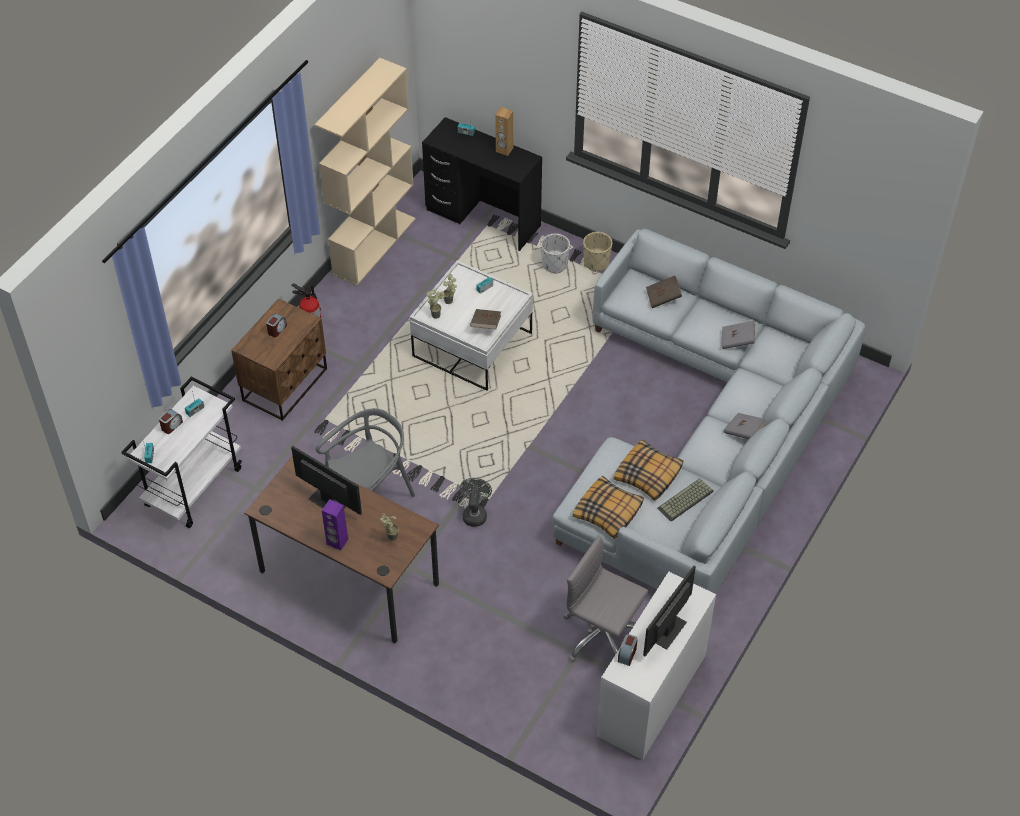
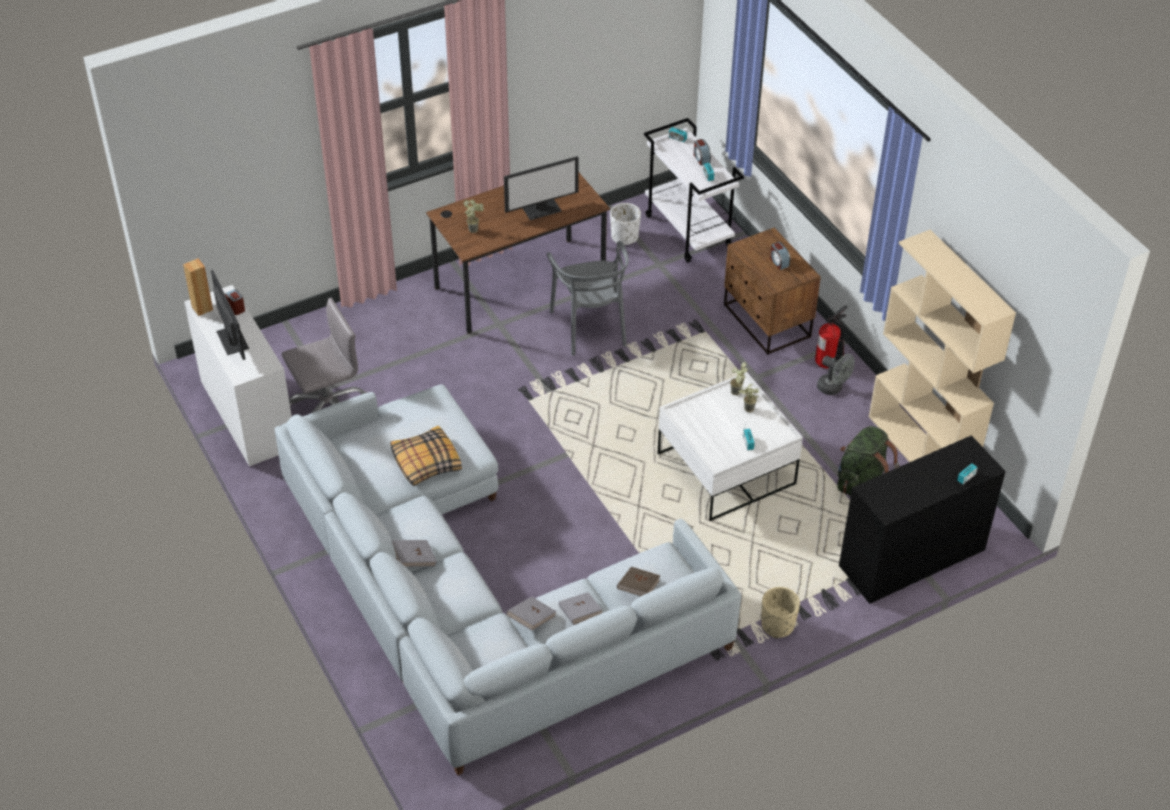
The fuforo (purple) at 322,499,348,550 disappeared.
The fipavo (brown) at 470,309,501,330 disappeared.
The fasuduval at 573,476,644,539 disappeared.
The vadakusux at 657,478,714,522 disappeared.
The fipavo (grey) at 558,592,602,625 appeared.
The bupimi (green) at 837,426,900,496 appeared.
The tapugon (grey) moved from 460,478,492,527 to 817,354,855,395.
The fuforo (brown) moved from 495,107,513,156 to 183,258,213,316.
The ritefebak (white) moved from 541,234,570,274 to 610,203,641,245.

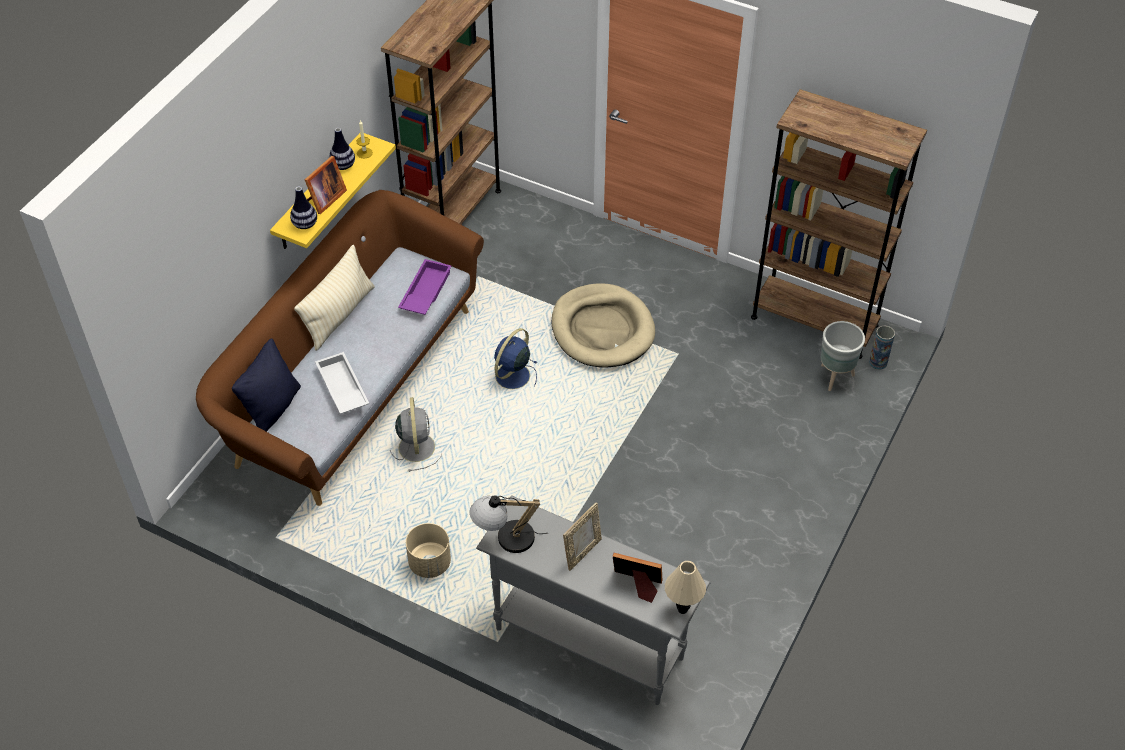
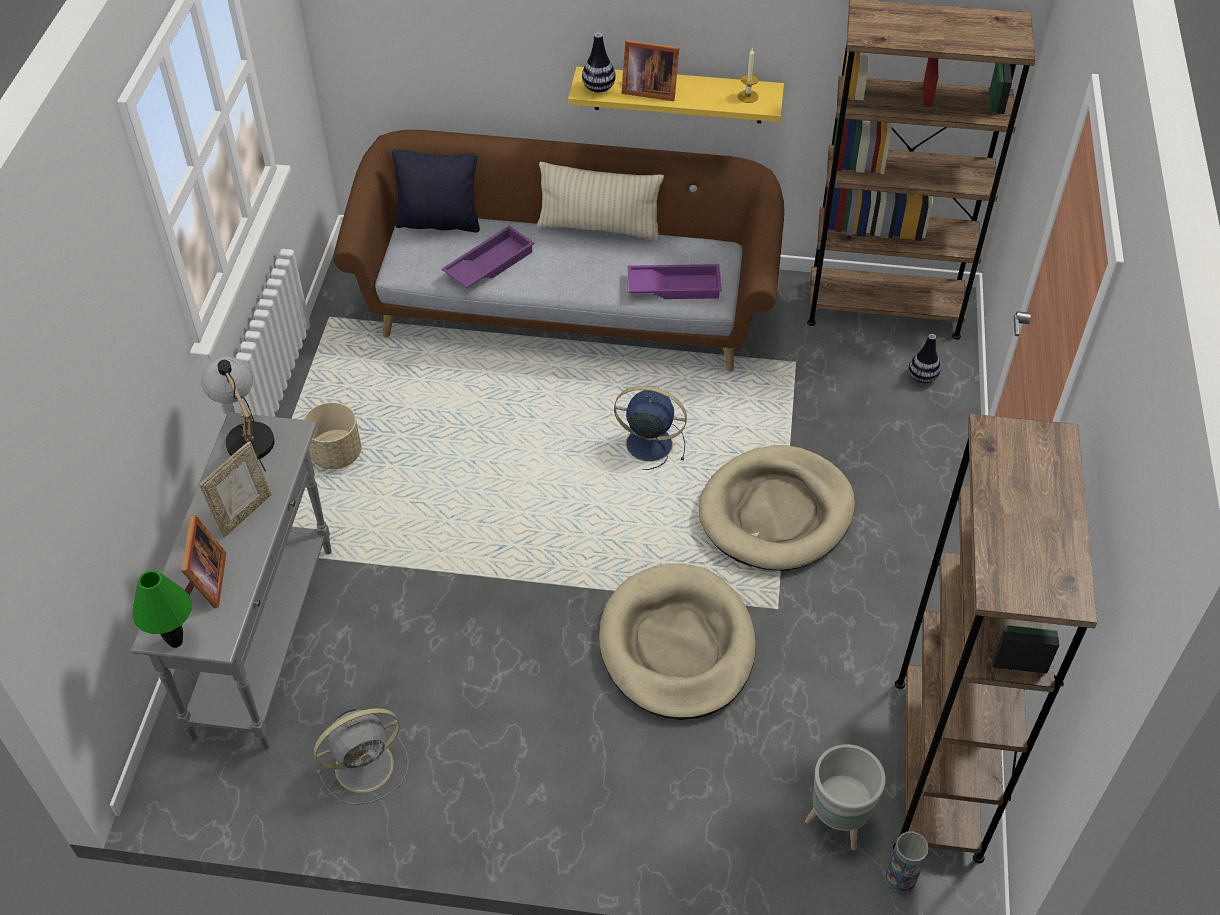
The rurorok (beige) at 599,564,756,720 appeared.
The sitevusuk moved from 329,128,355,170 to 909,334,941,383.
The tapugon (grey) moved from 390,397,442,472 to 314,708,409,805.
The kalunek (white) at 315,352,369,414 became the kalunek (purple) at 442,226,535,288.
The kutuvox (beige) at 665,561,706,614 became the kutuvox (green) at 132,570,192,648.
The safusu at 563,502,602,571 turned 75 degrees counterclockwise.

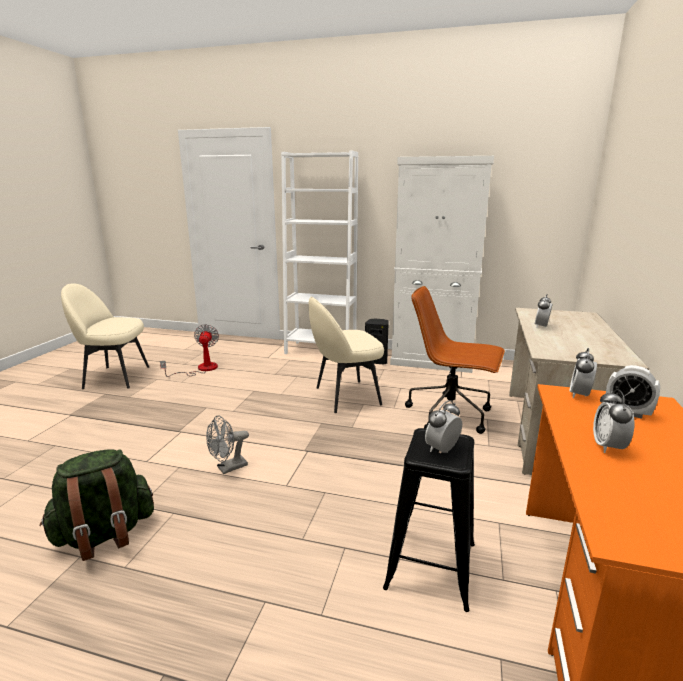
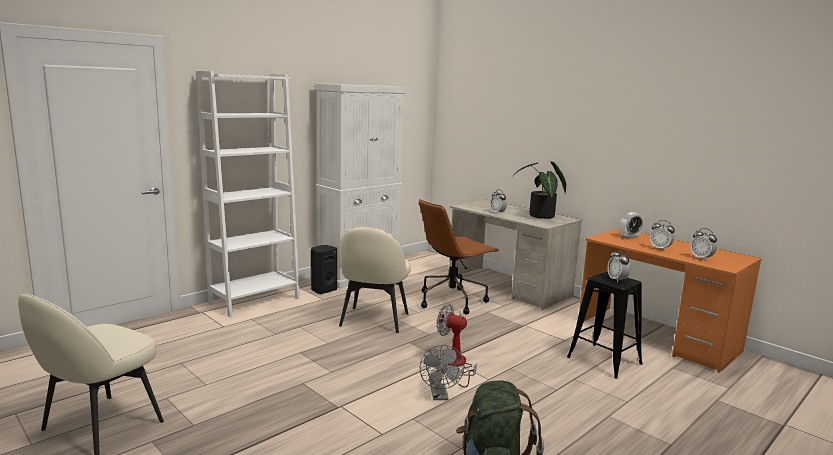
The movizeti at 512,161,566,219 appeared.
The tapugon moved from 160,324,219,377 to 437,304,477,387.
The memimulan moved from 570,348,597,398 to 690,228,717,261.

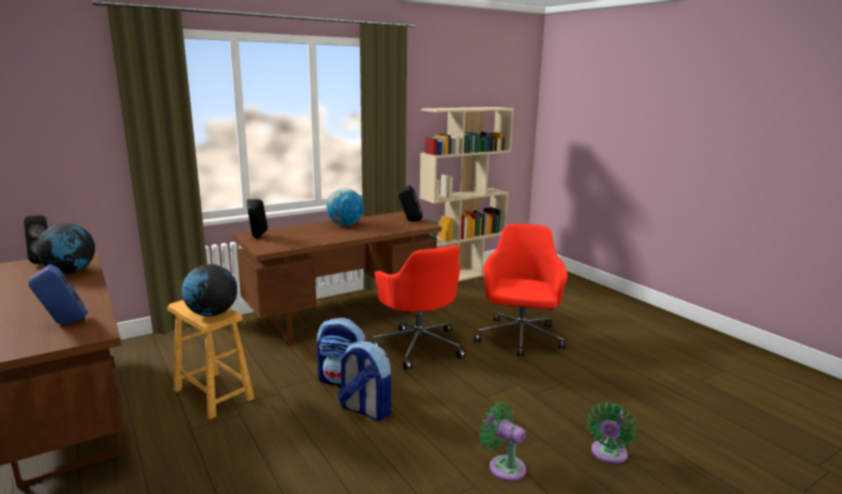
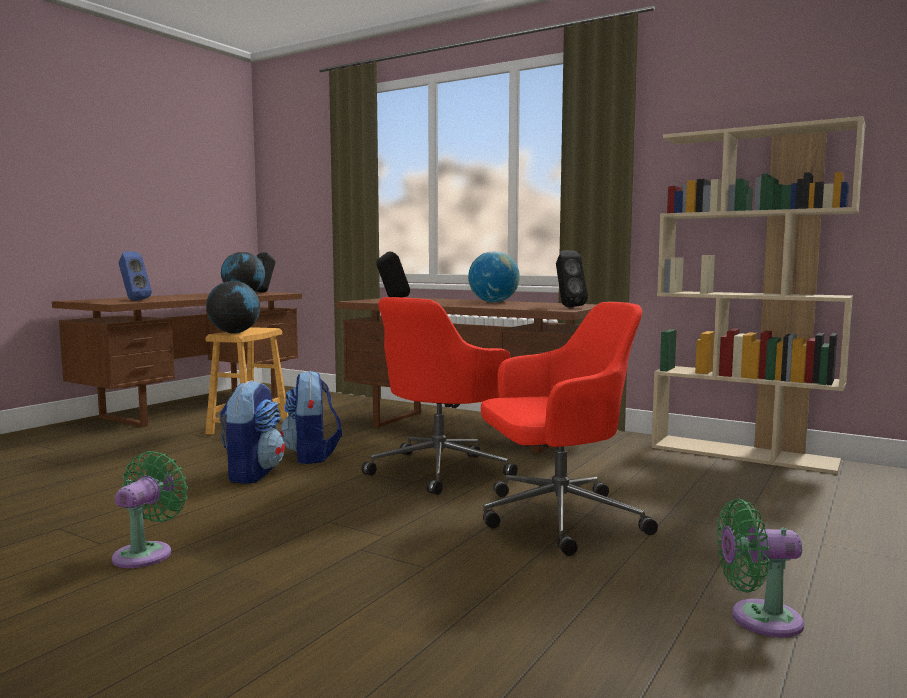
The tapugon (green) moved from 586,402,637,464 to 717,499,804,637.

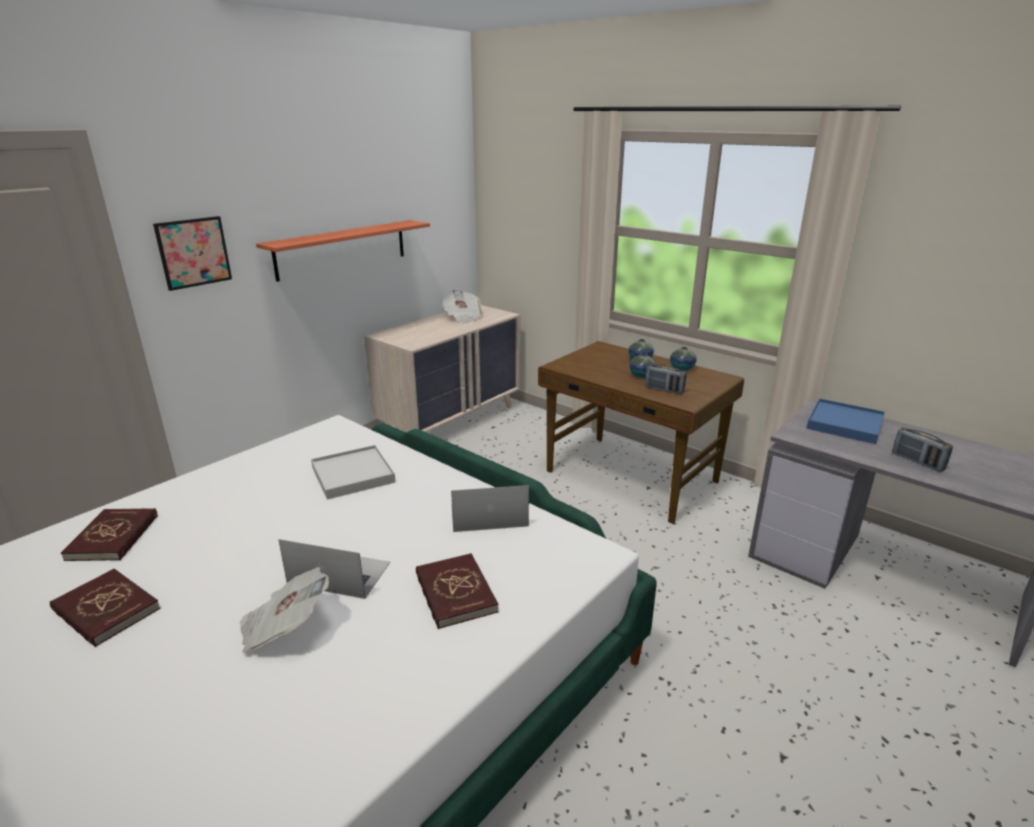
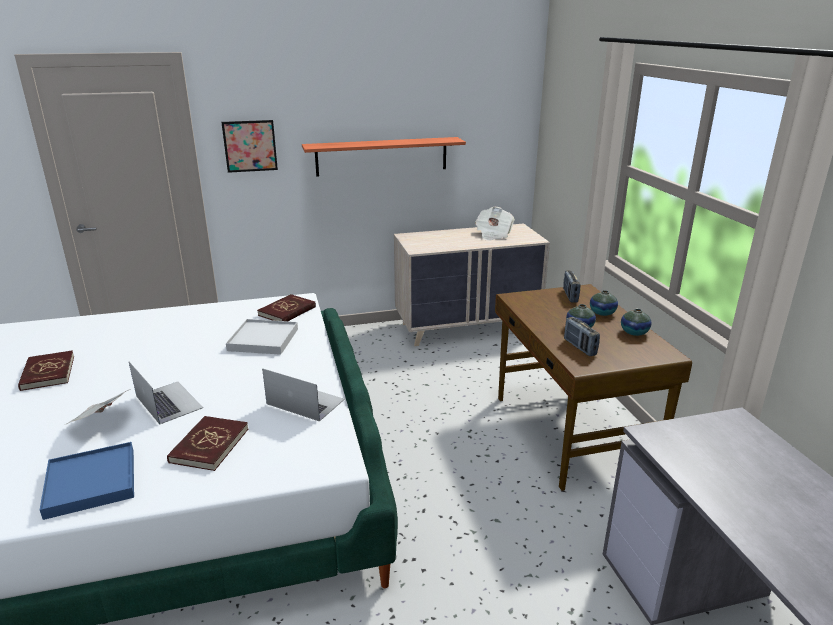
The fipavo (red) moved from 61,508,158,561 to 257,294,316,321.
The kalunek (blue) moved from 806,398,885,444 to 40,442,134,520.
The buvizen moved from 892,427,953,472 to 563,270,581,303.

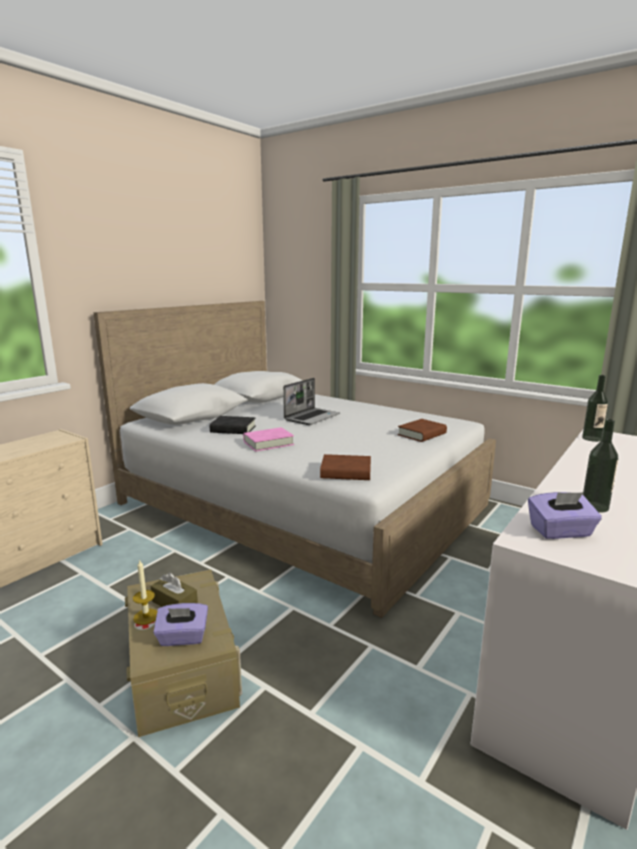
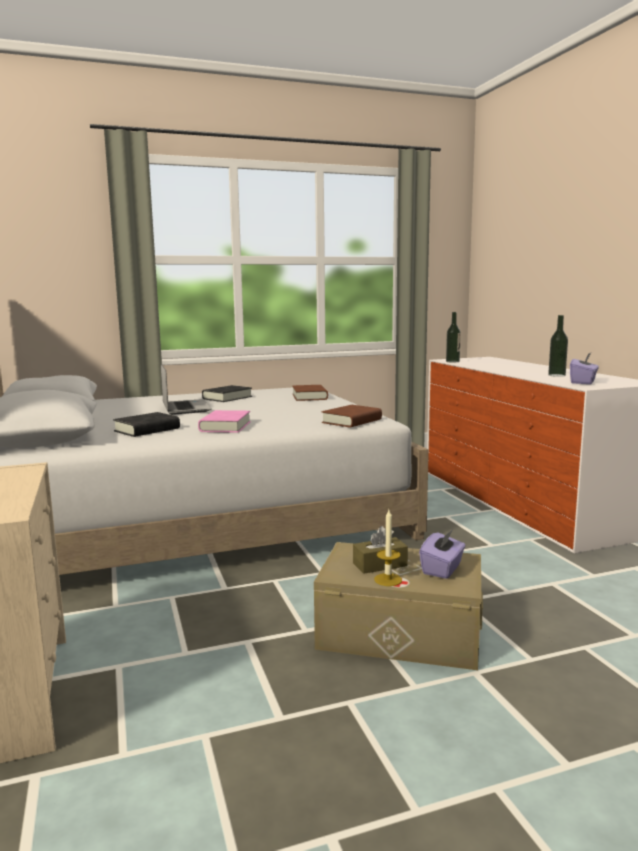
The fipavo (black) at 202,385,252,402 appeared.

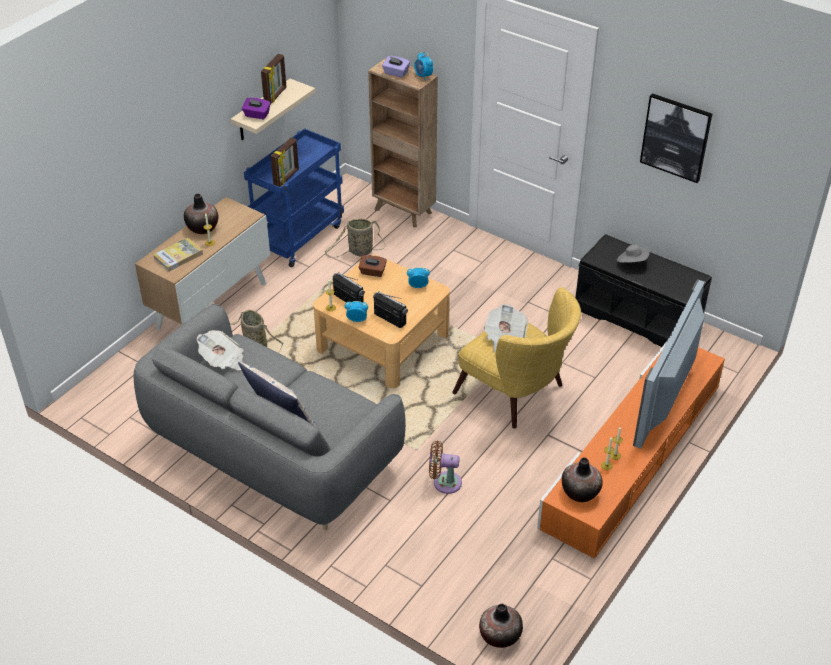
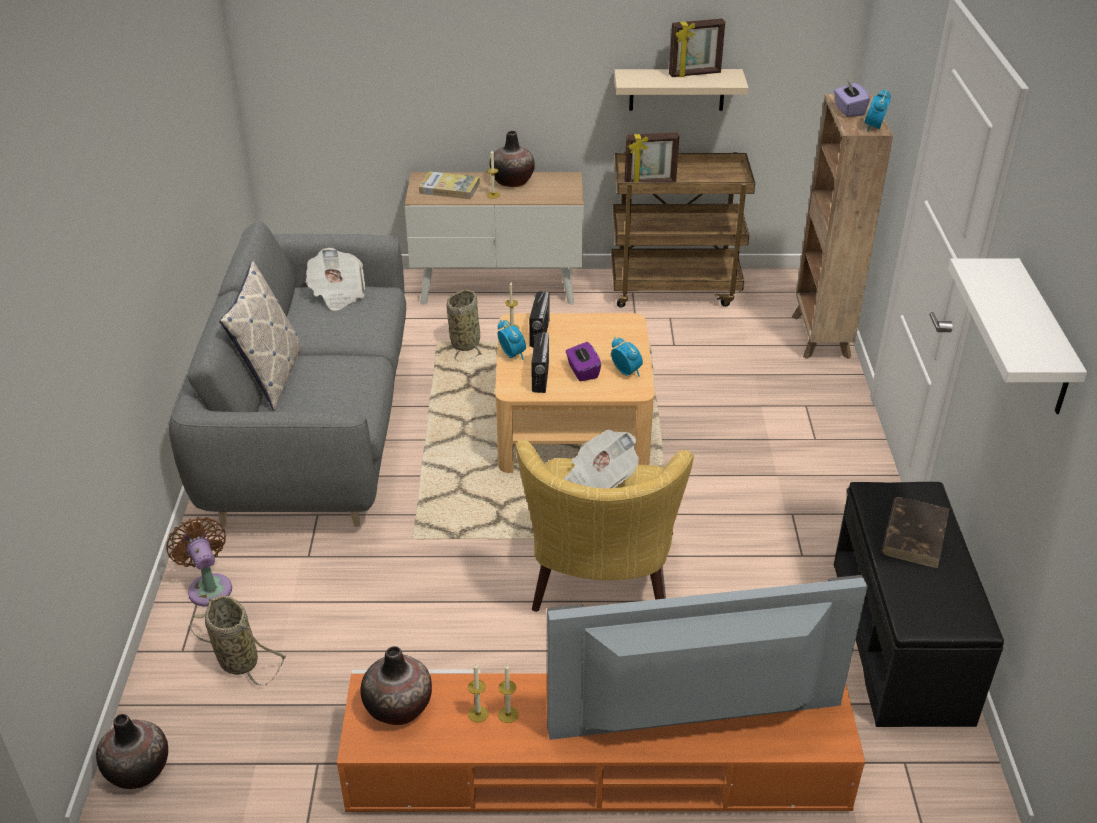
The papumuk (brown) at 358,255,387,277 disappeared.
The papumuk (purple) moved from 242,98,270,119 to 566,342,601,381.
The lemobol moved from 325,218,385,258 to 190,595,286,686.
The tapugon (brown) moved from 429,441,462,494 to 166,517,232,606.
The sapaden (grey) at 617,245,650,263 was replaced by the fipavo (brown) at 882,497,949,569.
The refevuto at 640,93,712,183 was replaced by the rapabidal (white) at 948,258,1087,414.
The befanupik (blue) at 244,128,344,267 became the befanupik (brown) at 611,152,755,308.

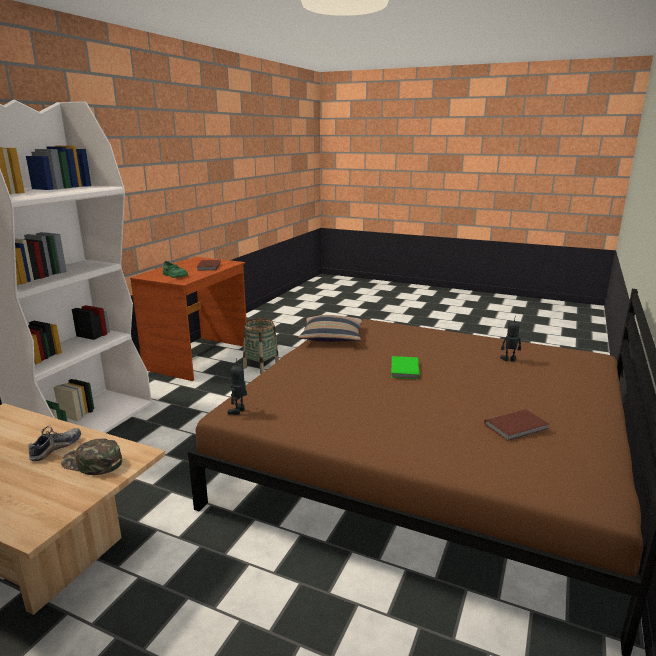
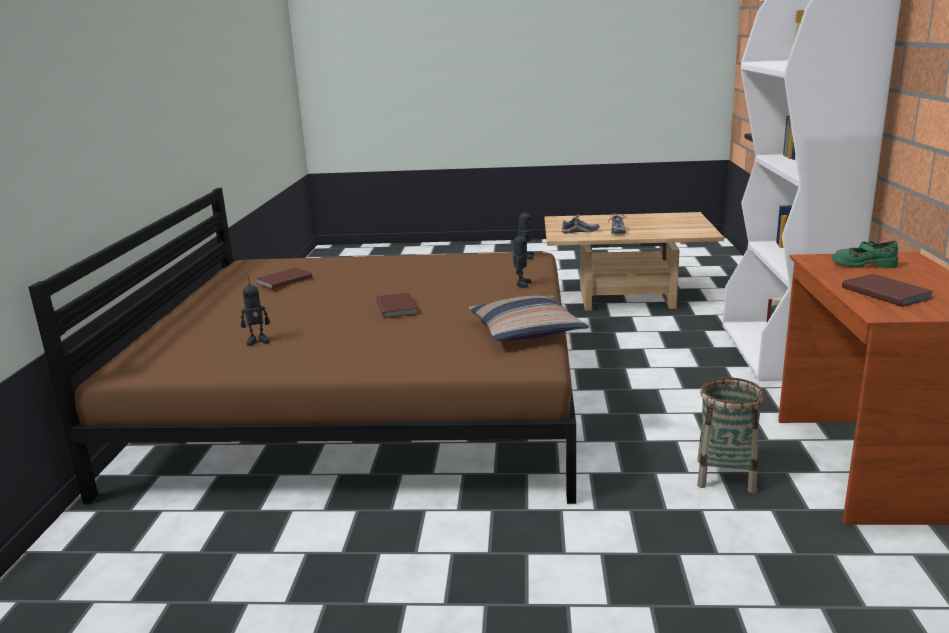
The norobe at 513,228,532,288 appeared.
The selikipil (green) at 61,438,122,475 was replaced by the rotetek at 561,213,599,233.
The fipavo (green) at 391,356,420,379 became the fipavo (brown) at 377,292,418,318.

